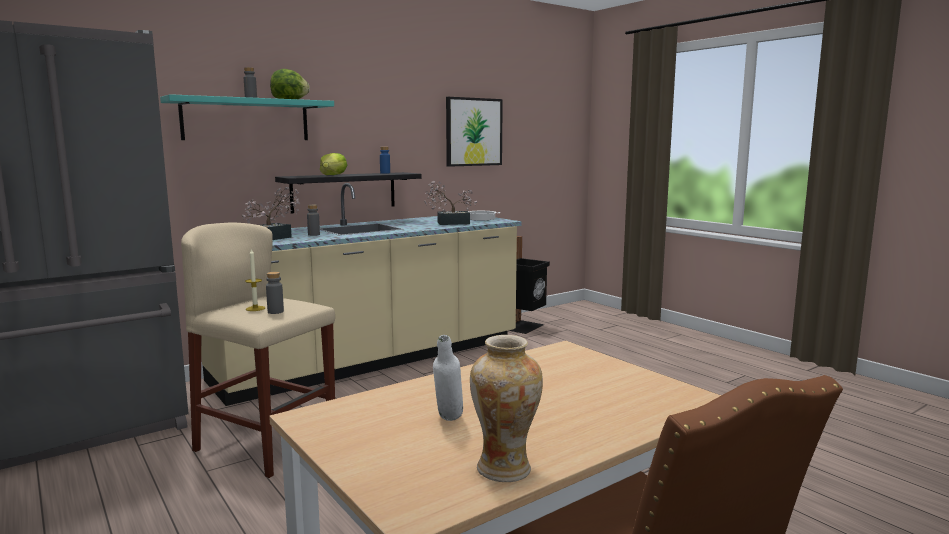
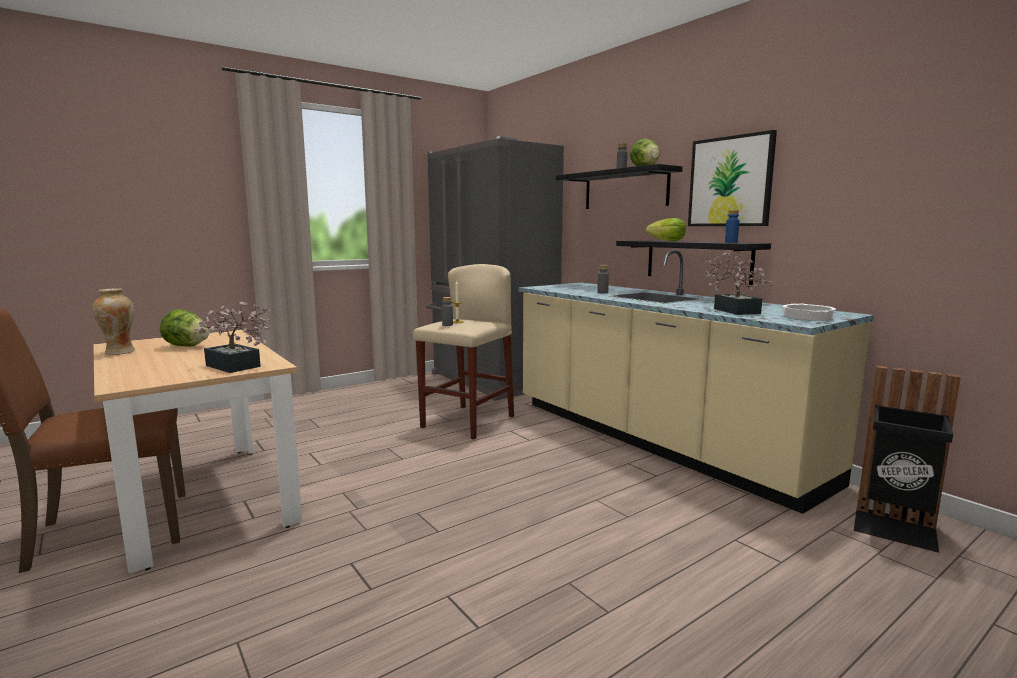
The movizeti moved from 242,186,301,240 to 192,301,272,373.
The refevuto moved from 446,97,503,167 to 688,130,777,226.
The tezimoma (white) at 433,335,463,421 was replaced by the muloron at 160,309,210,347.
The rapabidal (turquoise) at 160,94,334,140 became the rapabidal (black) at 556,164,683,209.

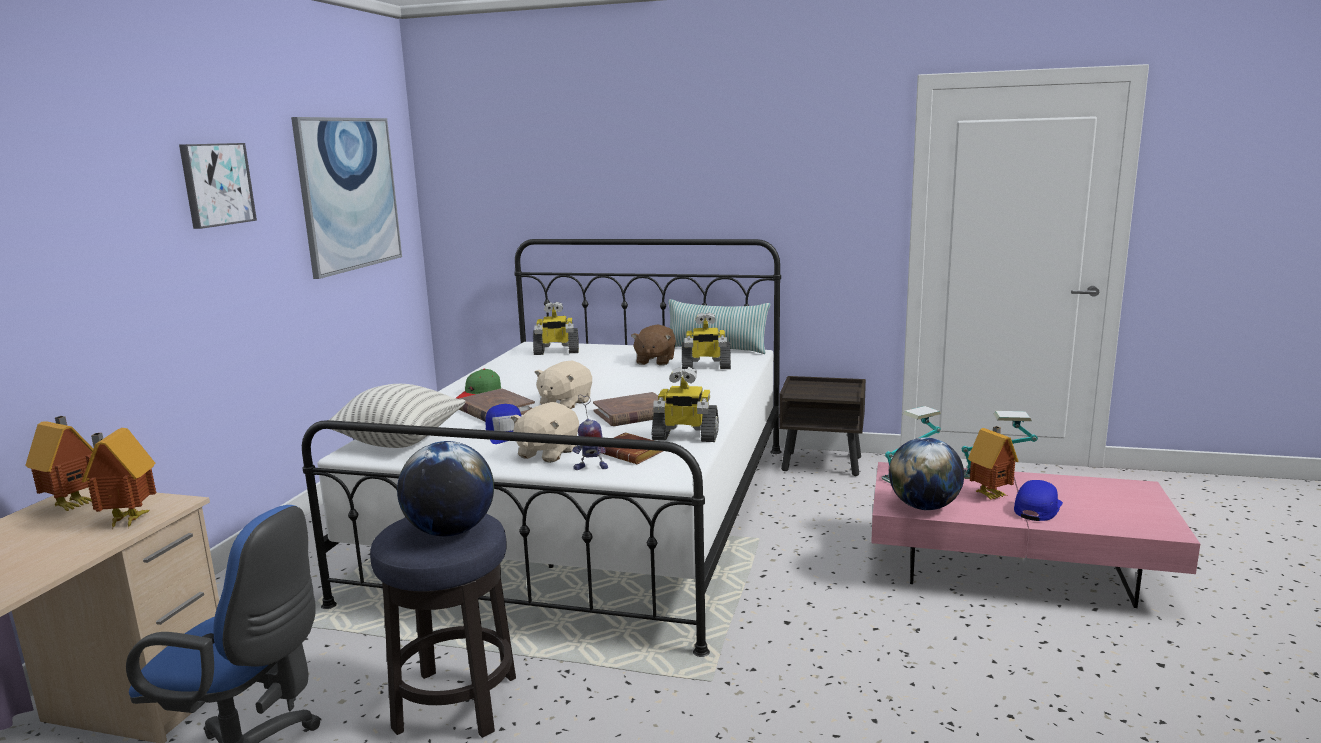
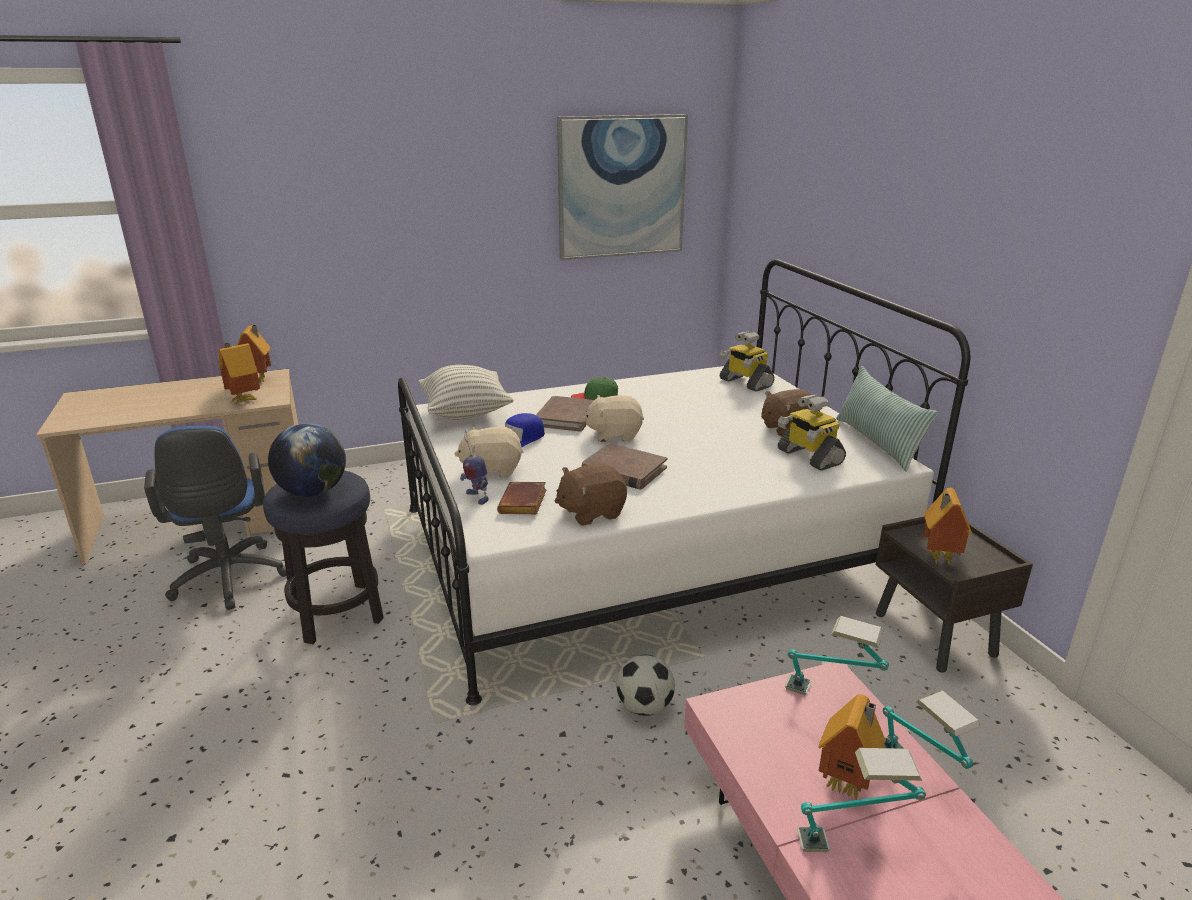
The refevuto at 179,143,257,229 disappeared.
The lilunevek at 889,437,964,510 disappeared.
The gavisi at 616,655,675,716 appeared.
The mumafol at 923,488,972,565 appeared.
The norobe at 652,367,719,442 was replaced by the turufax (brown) at 555,463,627,526.
The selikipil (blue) at 1014,480,1063,521 was replaced by the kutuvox at 797,748,926,852.

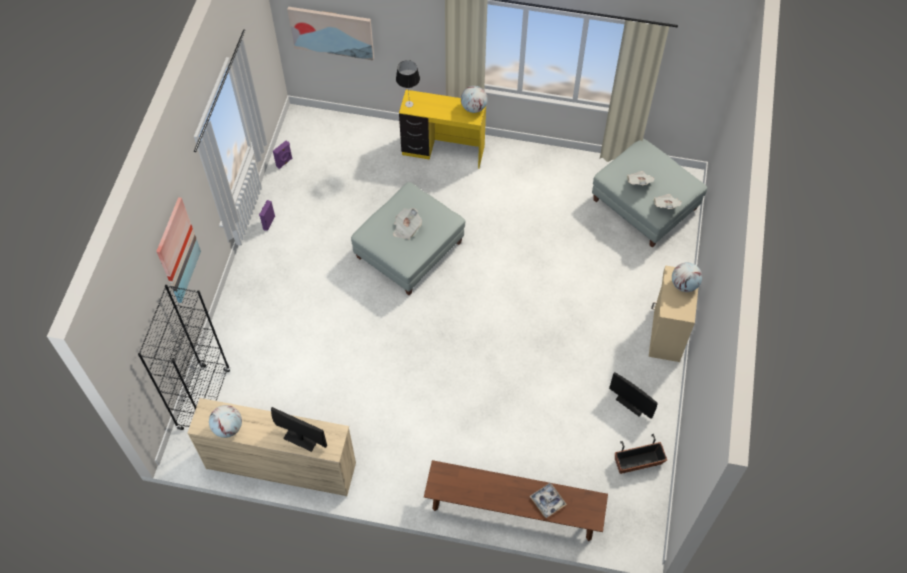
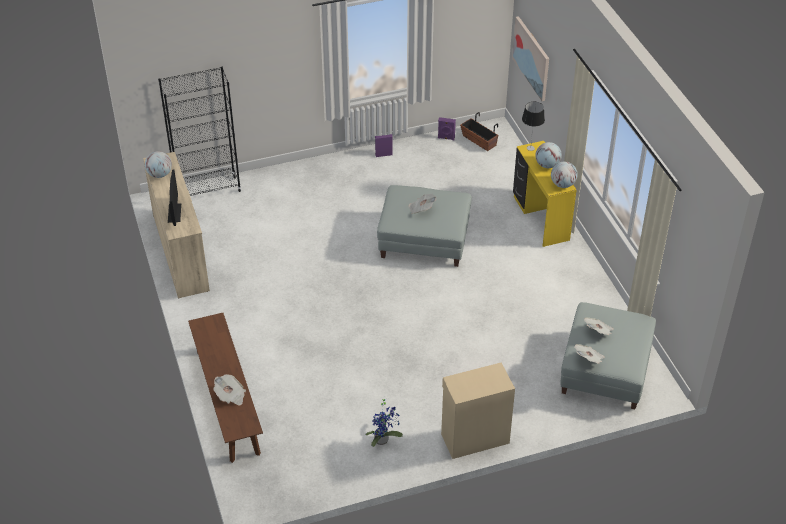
The refevuto at 156,197,201,303 disappeared.
The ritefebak moved from 615,434,667,474 to 460,112,498,151.
The lilunevek moved from 672,262,702,292 to 535,142,562,168.
The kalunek at 530,482,567,518 was replaced by the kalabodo at 214,374,246,406.
The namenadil at 609,372,658,419 was replaced by the movizeti at 365,397,403,447.

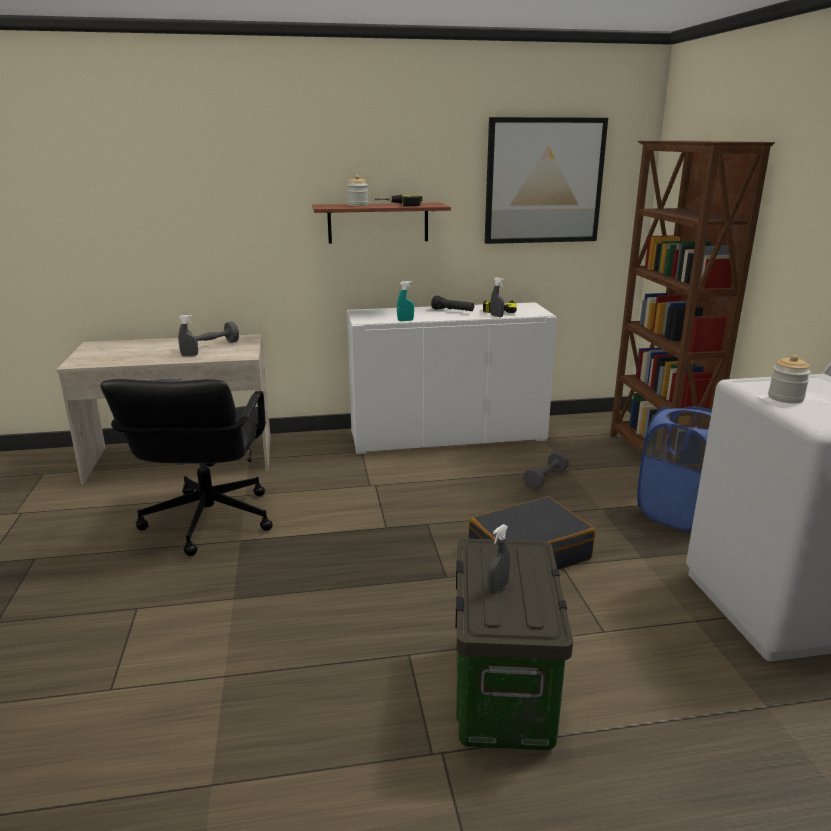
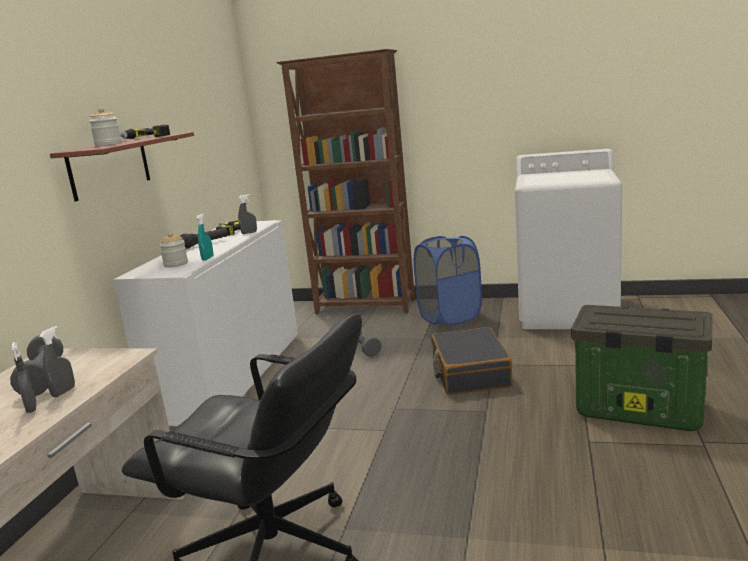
The refevuto at 485,117,608,244 disappeared.
The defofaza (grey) moved from 487,524,510,594 to 11,342,37,413.
The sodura moved from 768,355,811,403 to 159,233,188,268.

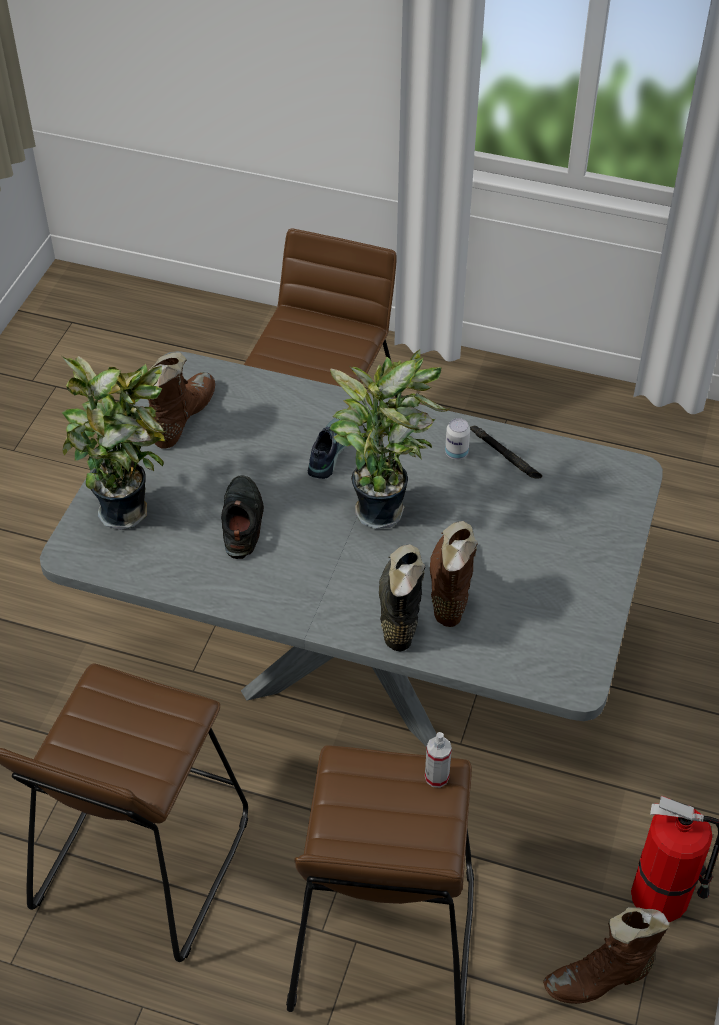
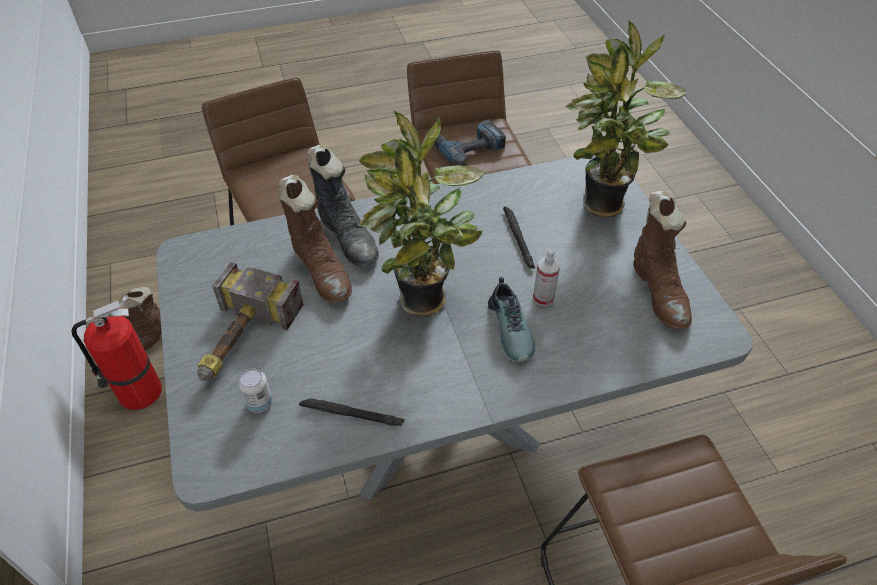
The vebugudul at 197,262,304,381 appeared.
The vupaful at 434,120,506,166 appeared.
The defofaza moved from 425,732,452,788 to 533,249,560,306.
The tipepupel moved from 445,418,470,460 to 239,368,272,413.
The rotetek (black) at 221,475,264,559 was replaced by the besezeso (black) at 503,207,535,269.

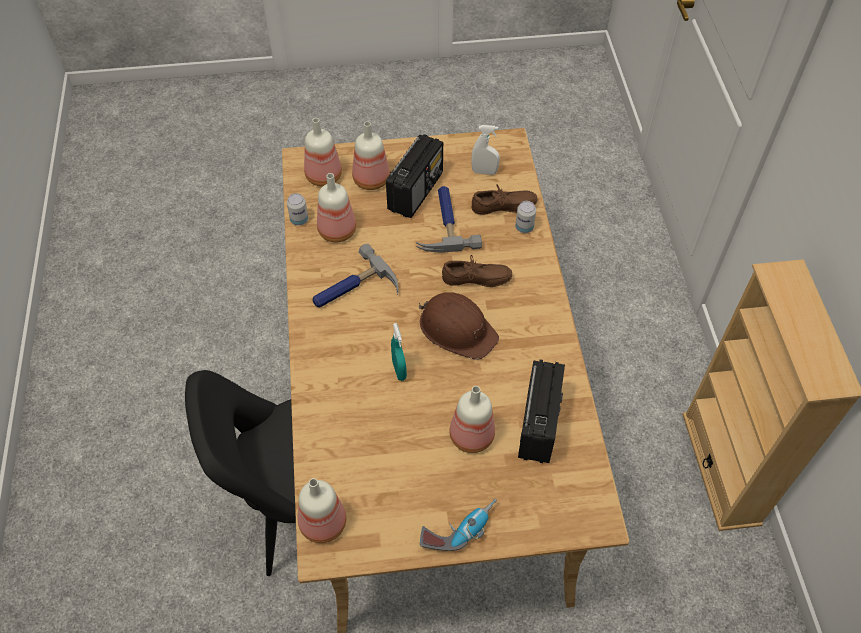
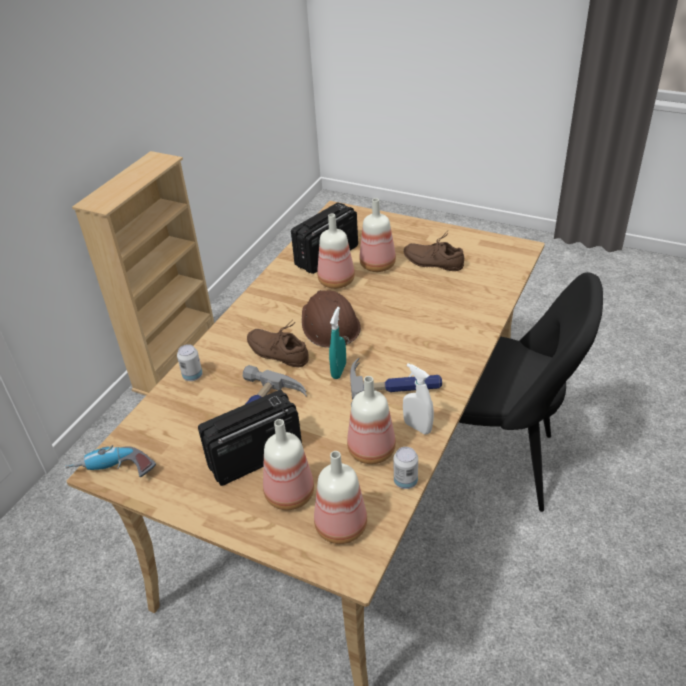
The tezimoma moved from 298,478,346,543 to 317,214,355,289.
The defofaza (turquoise) moved from 391,323,407,381 to 329,307,346,379.
The vupaful moved from 420,499,497,551 to 65,445,156,477.
The defofaza (white) moved from 471,125,500,175 to 403,363,434,434.
The rotetek (brown) moved from 471,184,537,215 to 404,231,464,271.

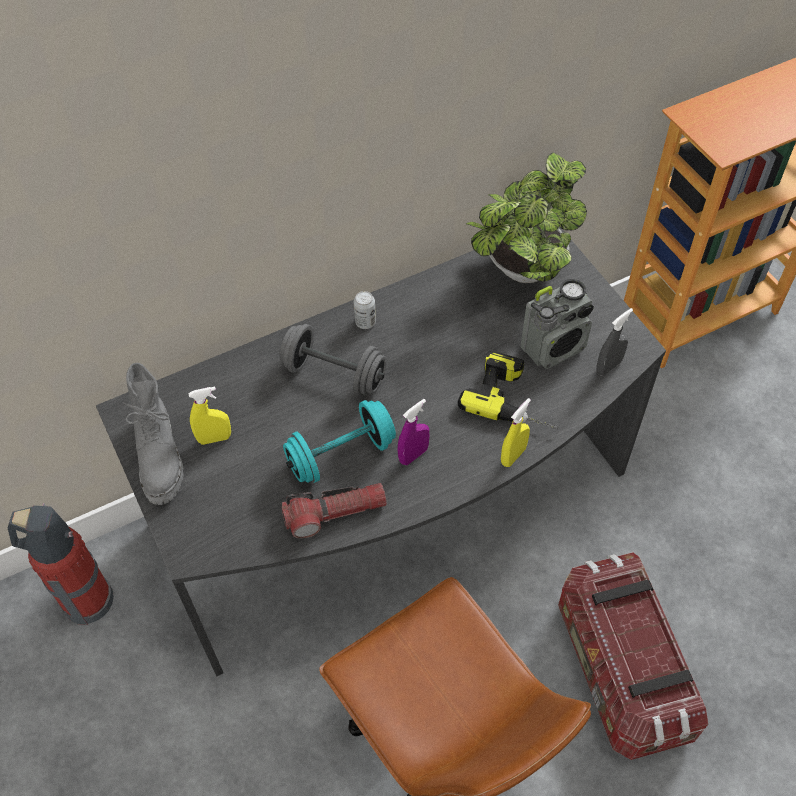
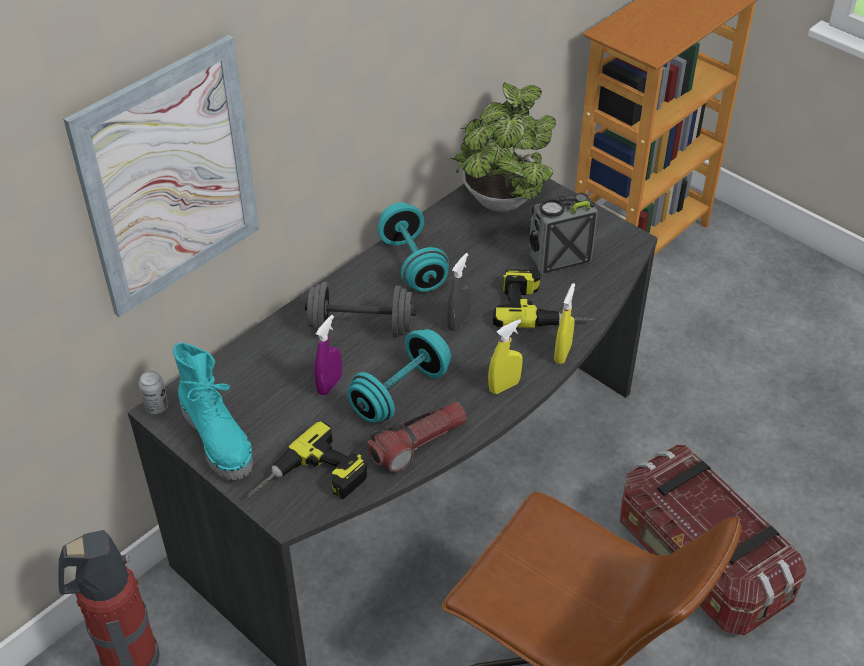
The refevuto at 64,35,259,317 appeared.
The vupaful at 247,421,367,499 appeared.
The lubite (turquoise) at 378,203,449,292 appeared.
The defofaza (yellow) moved from 188,387,231,445 to 488,319,523,394.
The tipepupel moved from 354,291,376,329 to 139,371,168,414.
The defofaza (purple) moved from 397,399,429,465 to 314,315,342,395.
The defofaza (grey) moved from 596,308,633,376 to 447,253,471,332.
The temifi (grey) at 122,363,184,505 became the temifi (turquoise) at 173,343,253,480.
The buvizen at 521,279,594,369 turned 150 degrees counterclockwise.

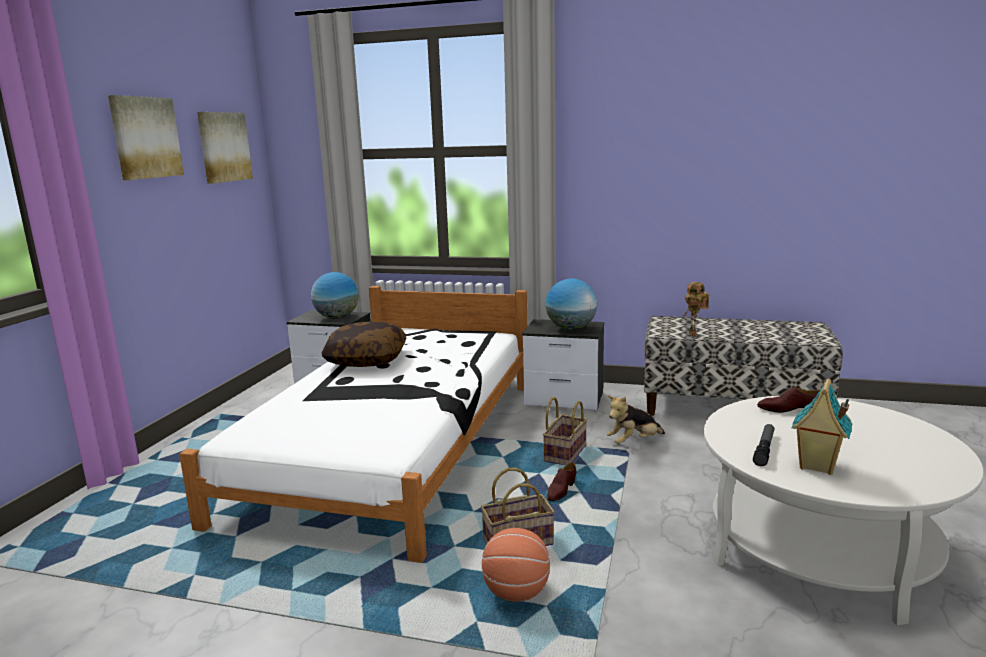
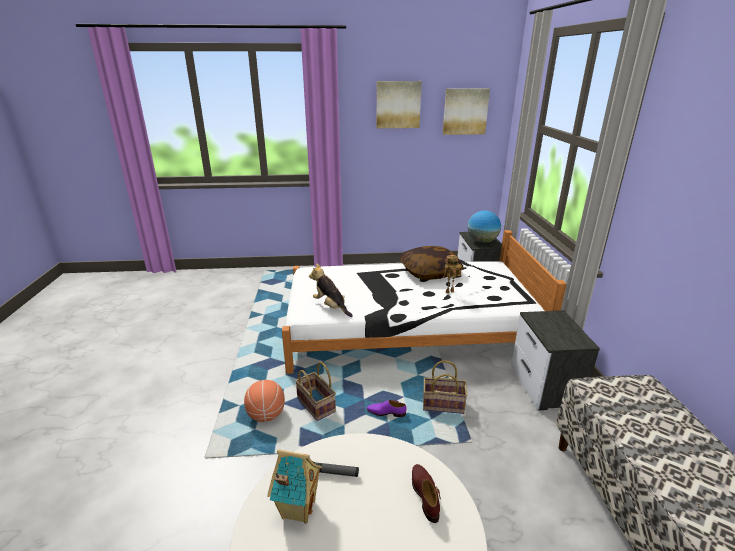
The lilunevek at 545,279,597,330 disappeared.
The turufax moved from 607,396,665,444 to 309,263,353,317.
The norobe moved from 683,282,709,337 to 442,255,462,294.
The rotetek (brown) at 547,462,576,501 became the rotetek (purple) at 367,400,407,417.

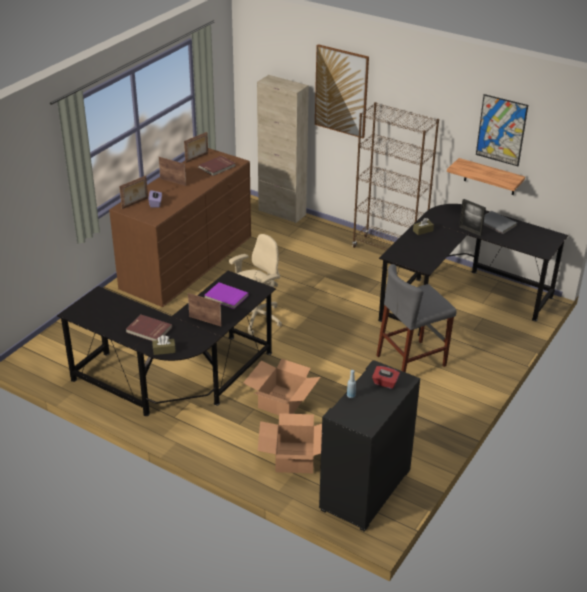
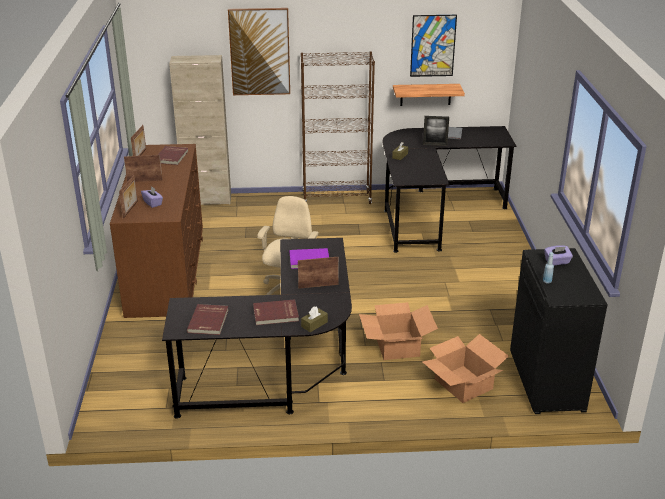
The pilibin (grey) at 376,264,456,373 disappeared.
The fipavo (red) at 187,304,229,335 appeared.
The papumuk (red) at 372,366,400,389 became the papumuk (purple) at 544,245,573,265.

